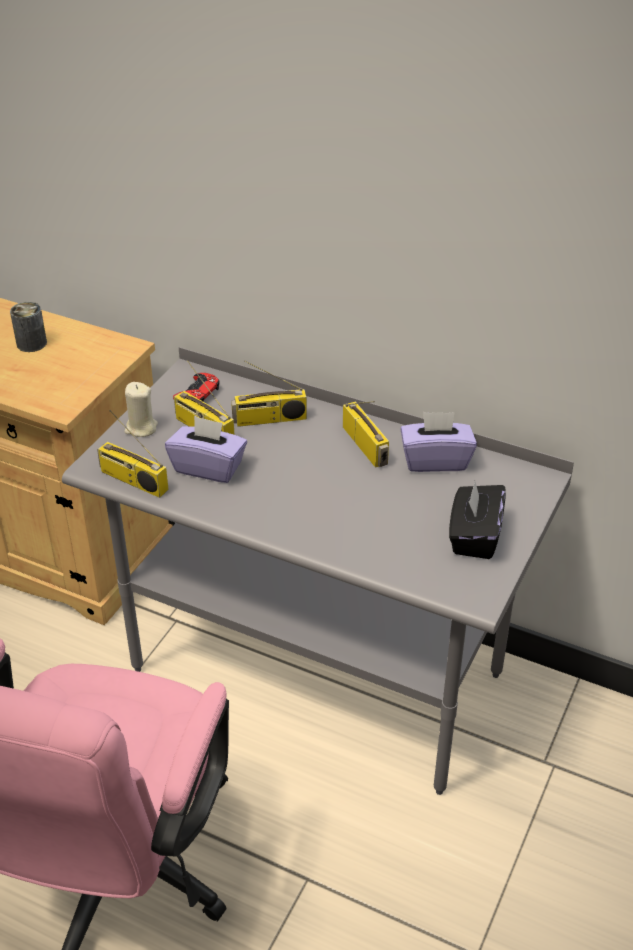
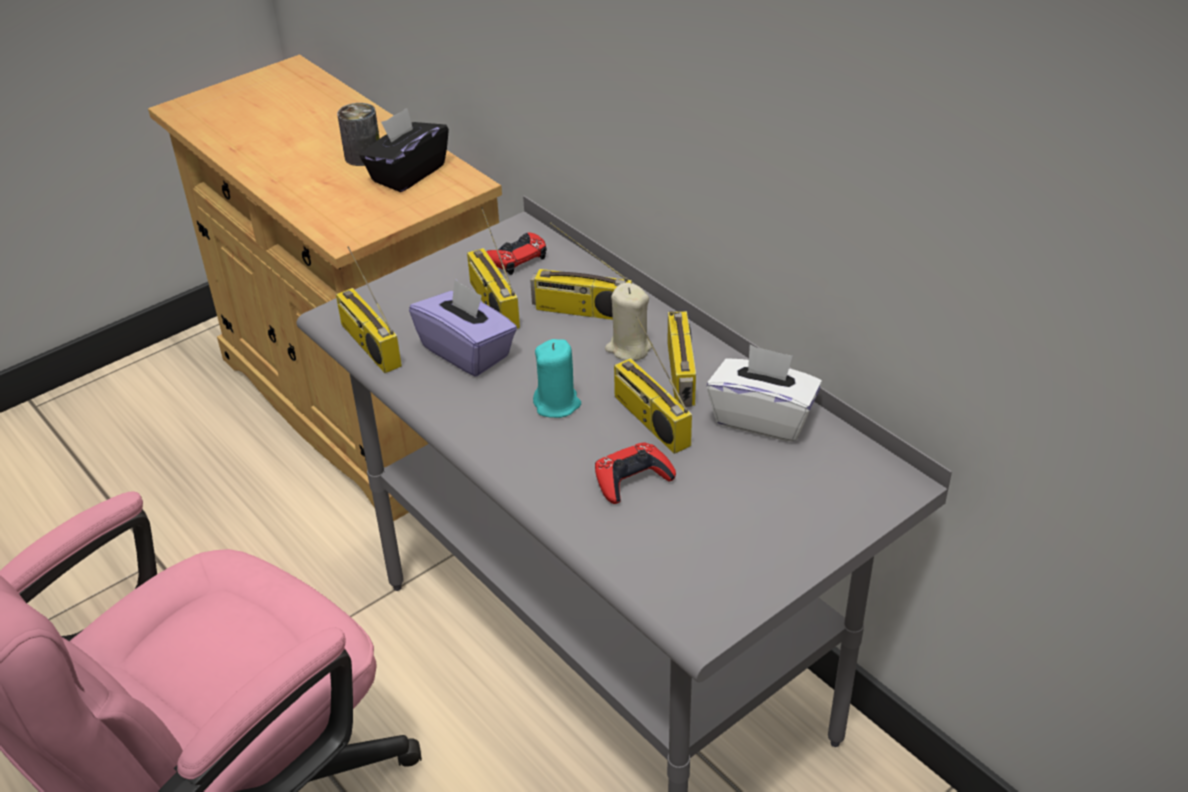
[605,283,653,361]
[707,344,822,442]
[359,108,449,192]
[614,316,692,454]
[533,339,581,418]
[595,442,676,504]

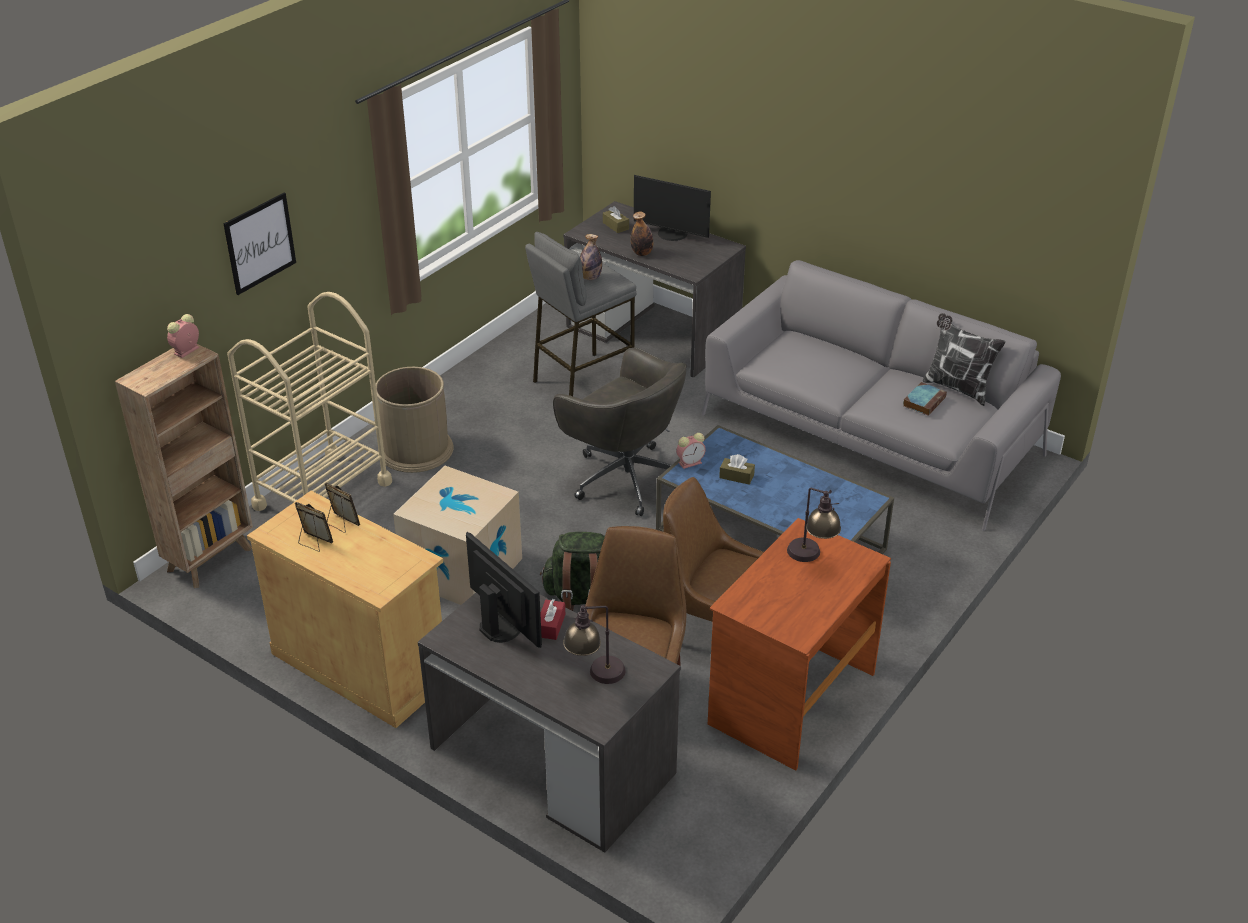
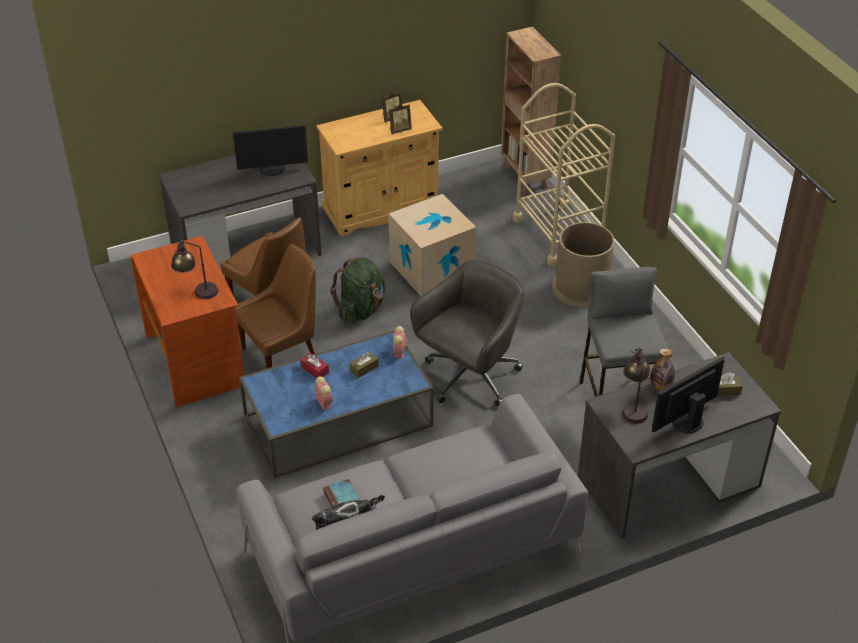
[223,193,296,295] (first image)
[580,234,602,280] (first image)
[315,376,333,410]
[410,260,524,406]
[301,353,329,378]
[622,348,650,424]

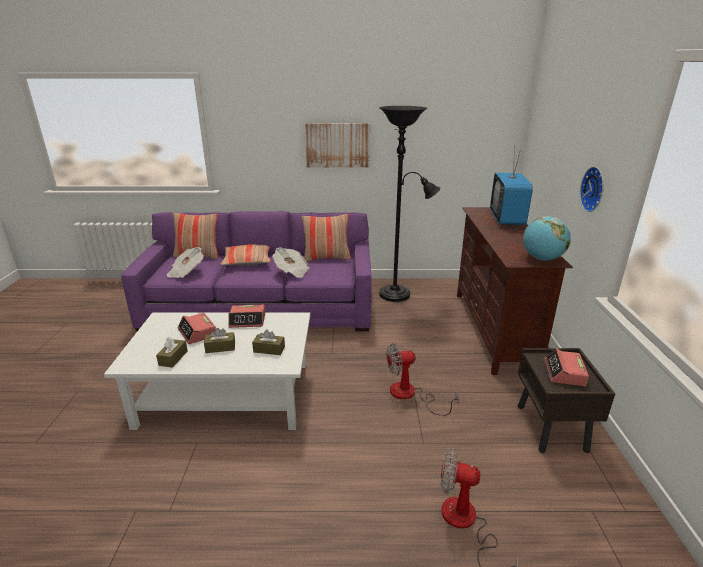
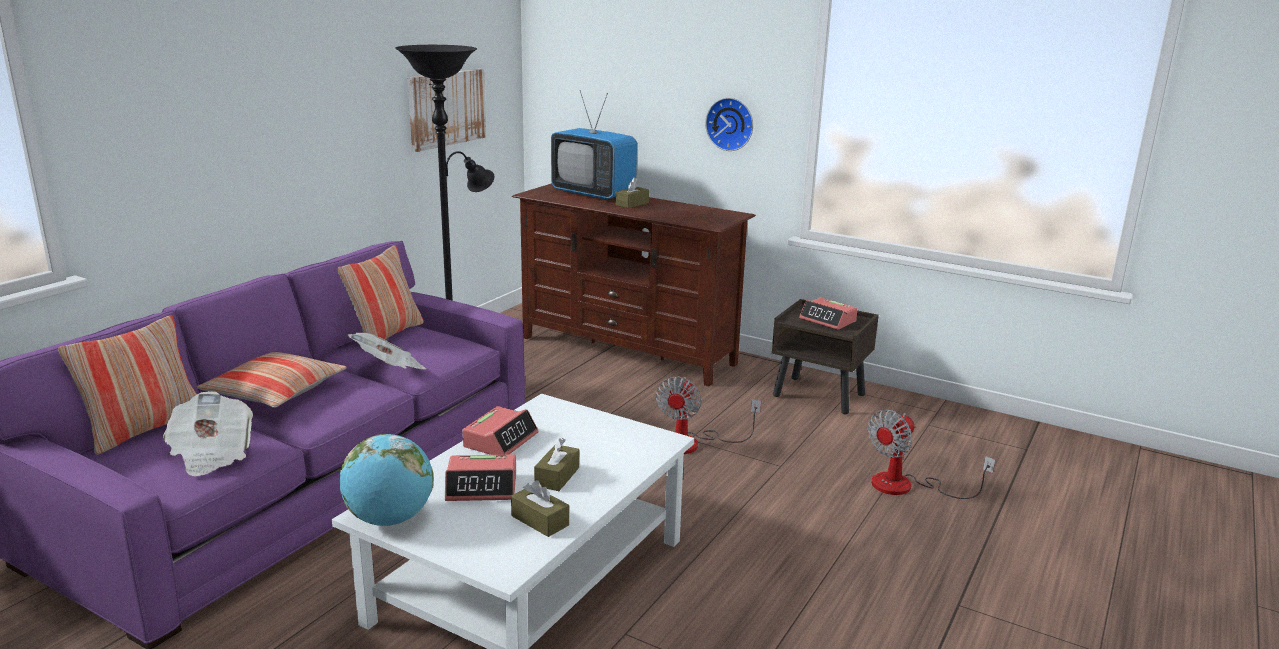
[408,69,486,152]
[339,434,433,526]
[616,177,649,208]

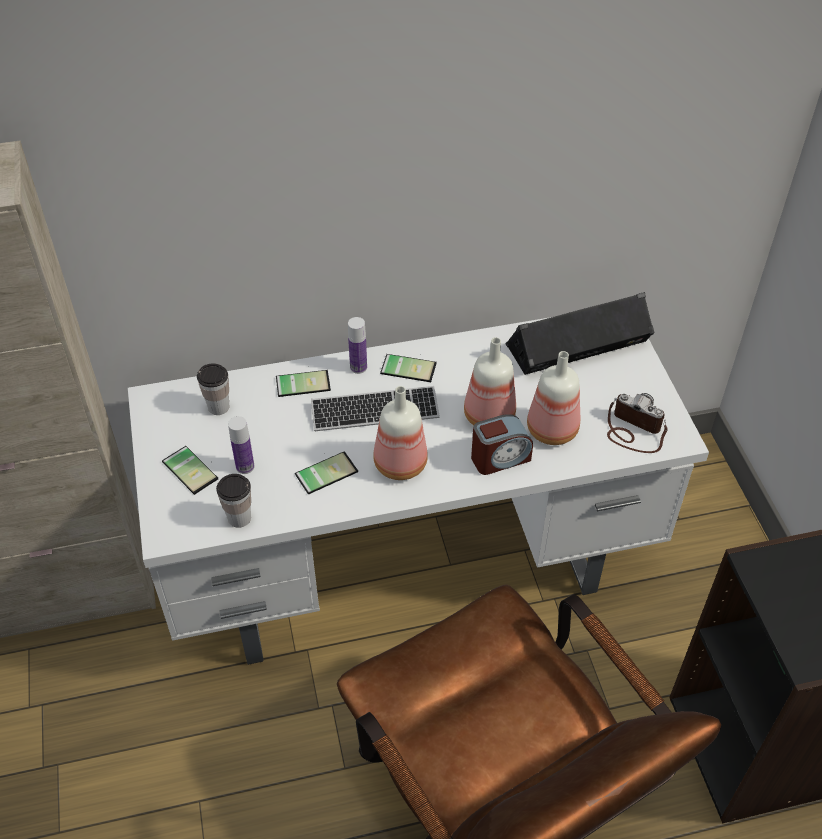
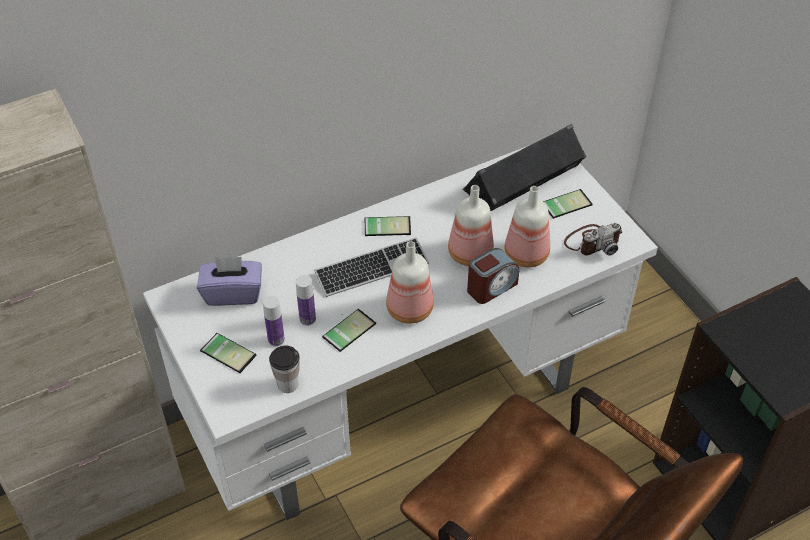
[296,275,316,326]
[197,256,262,306]
[543,189,593,219]
[564,223,622,256]

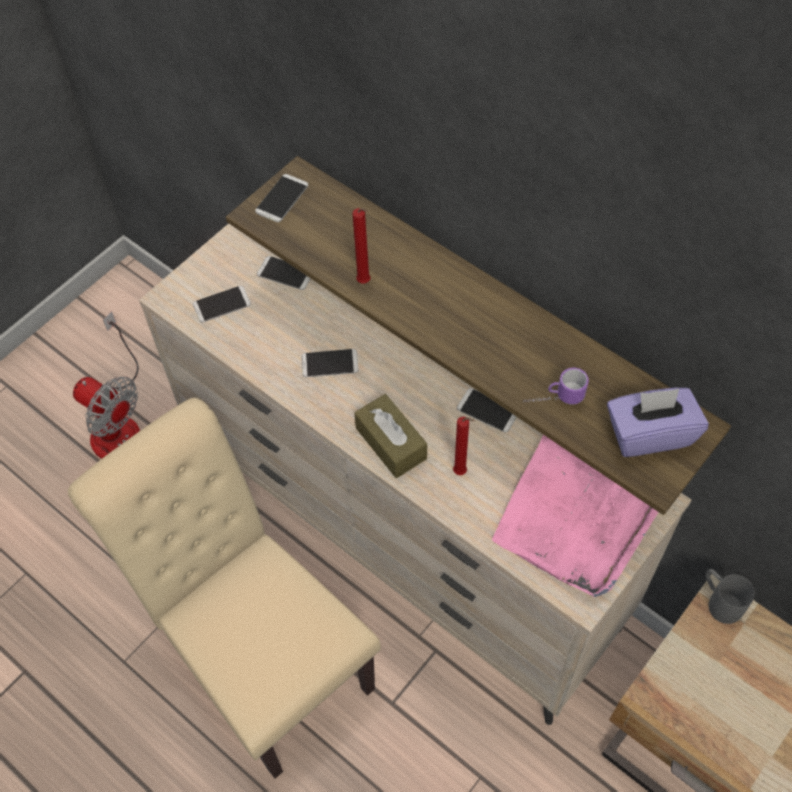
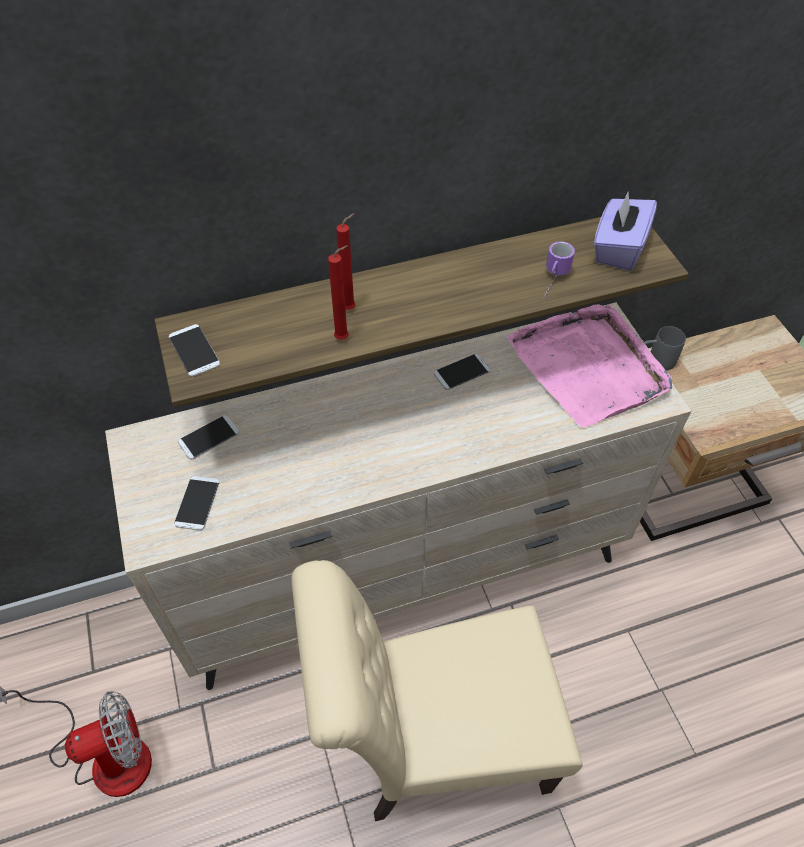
[301,349,359,377] (first image)
[354,394,427,478] (first image)
[336,213,355,310]

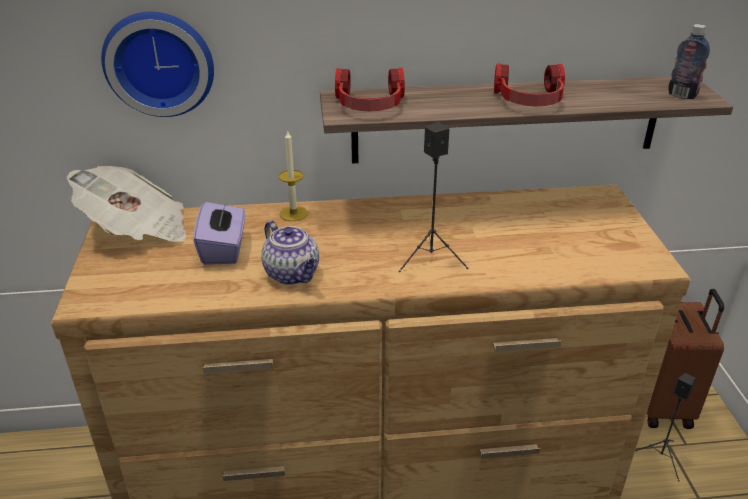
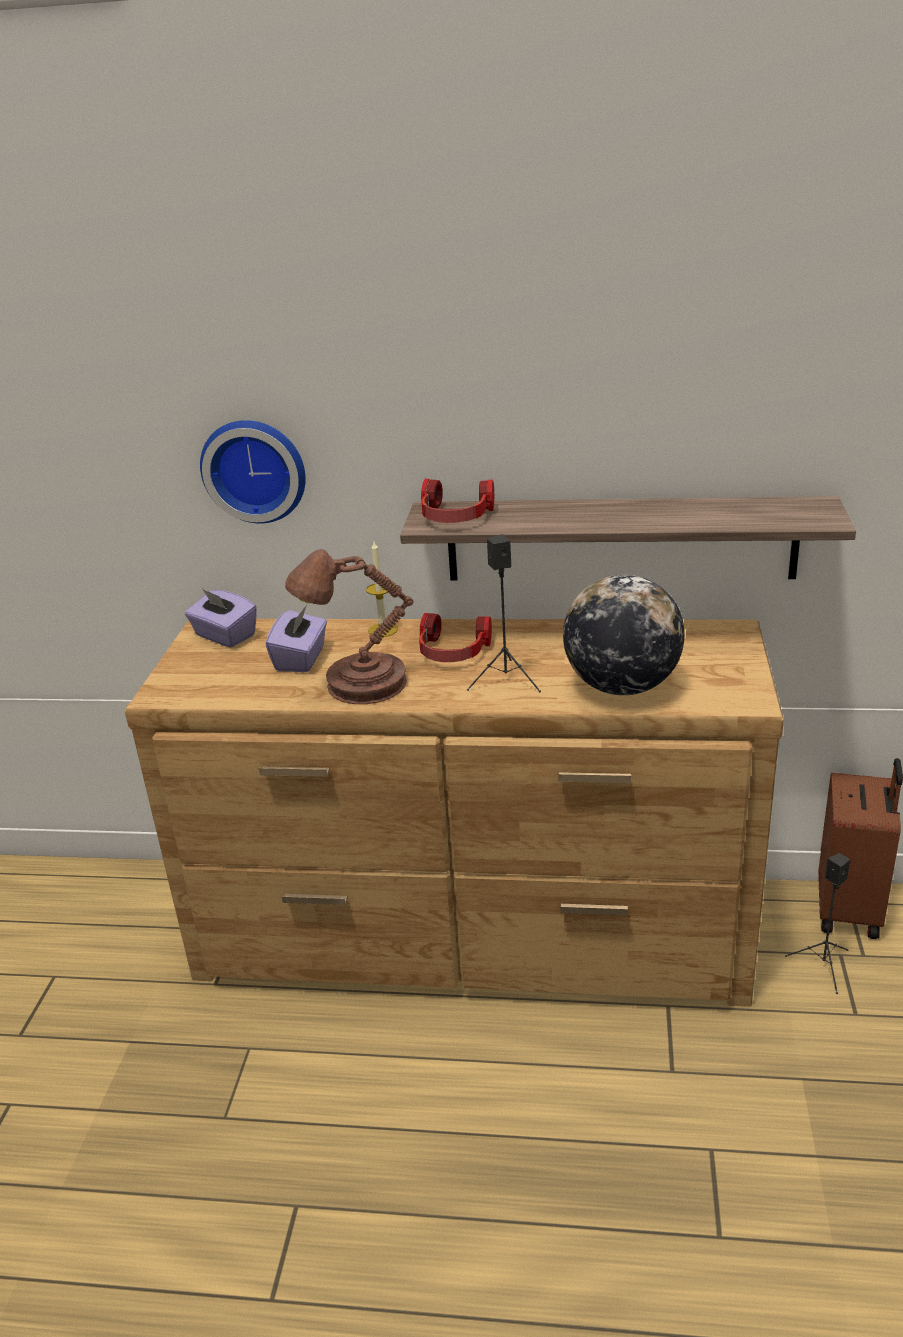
[668,24,710,99] (first image)
[419,613,492,662]
[185,589,257,648]
[285,549,414,704]
[563,574,685,695]

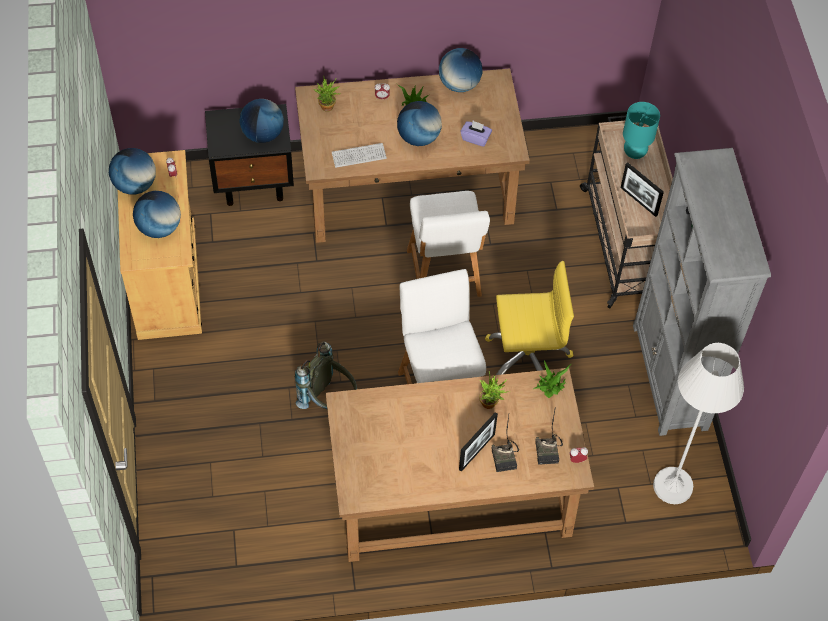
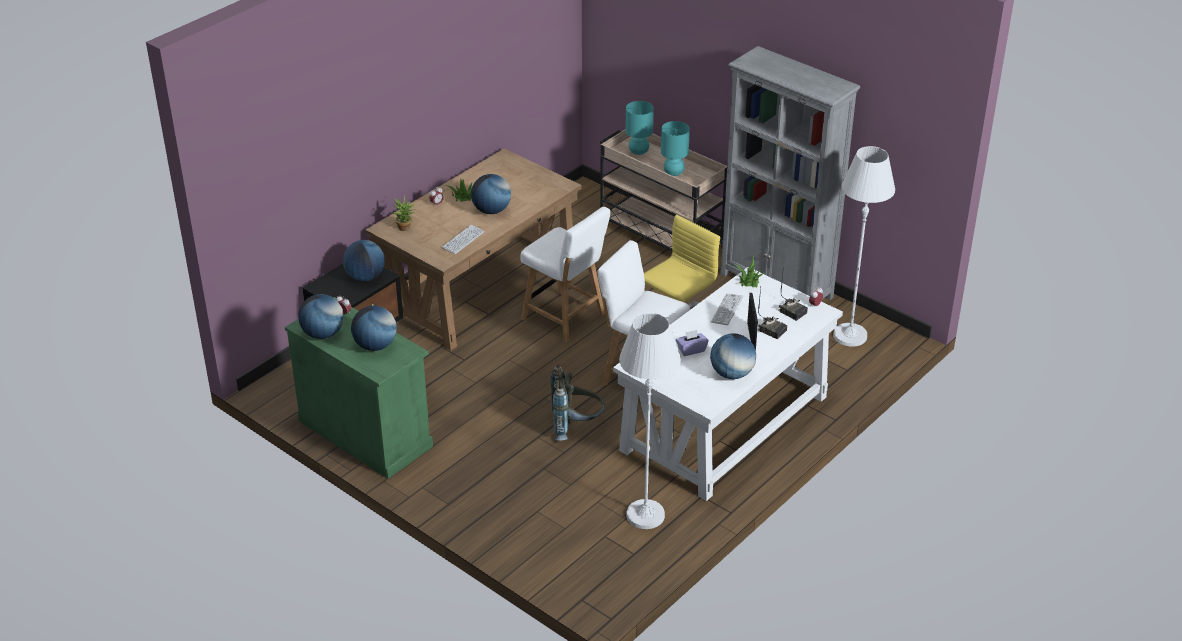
[710,333,756,379]
[676,330,708,356]
[285,297,433,479]
[661,121,690,176]
[613,267,843,501]
[711,294,743,325]
[619,313,681,529]

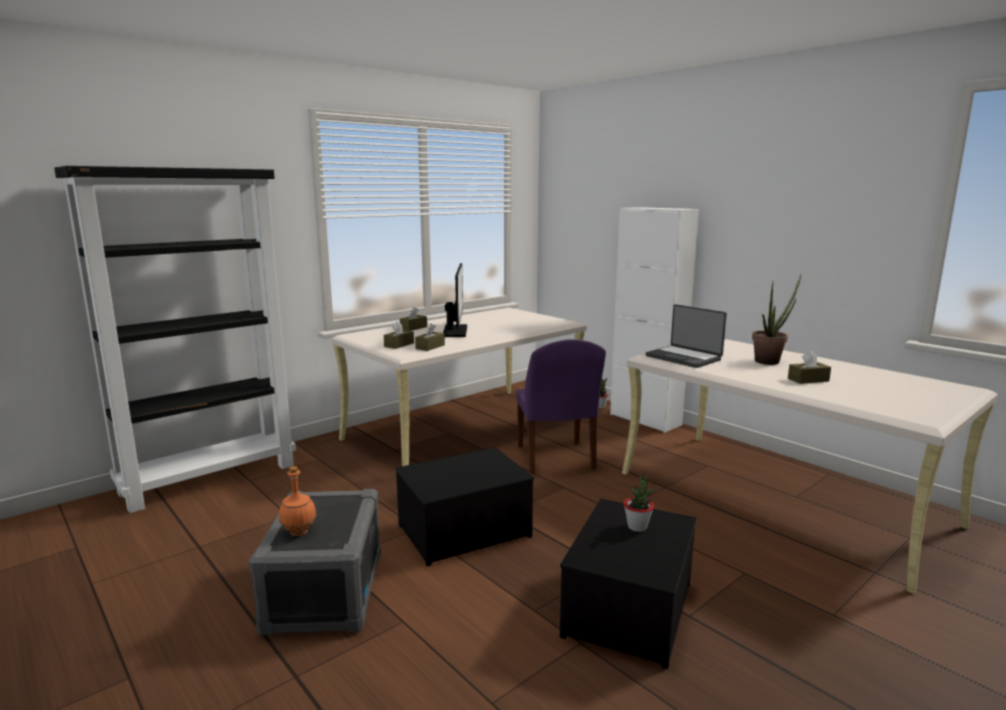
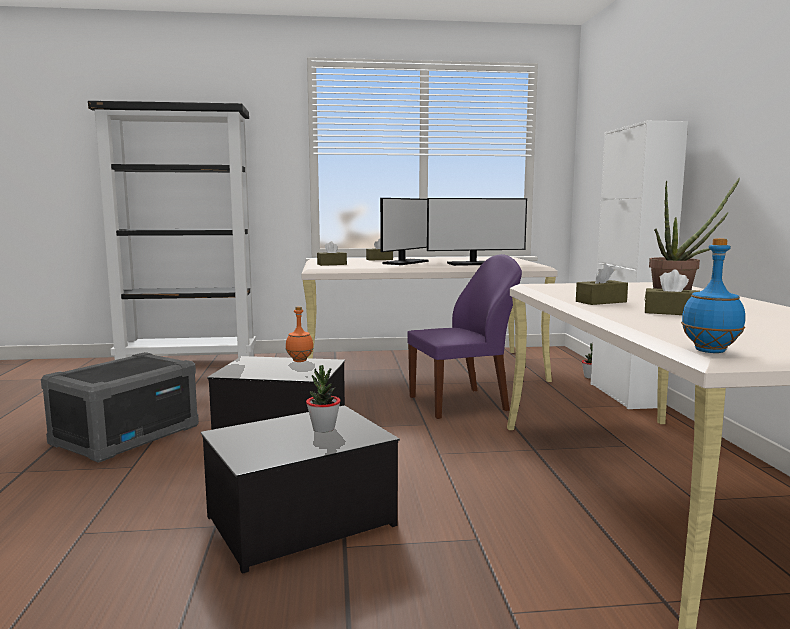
[646,304,727,368] (first image)
[576,264,628,305]
[407,254,522,419]
[286,306,314,362]
[427,198,527,266]
[681,238,745,353]

